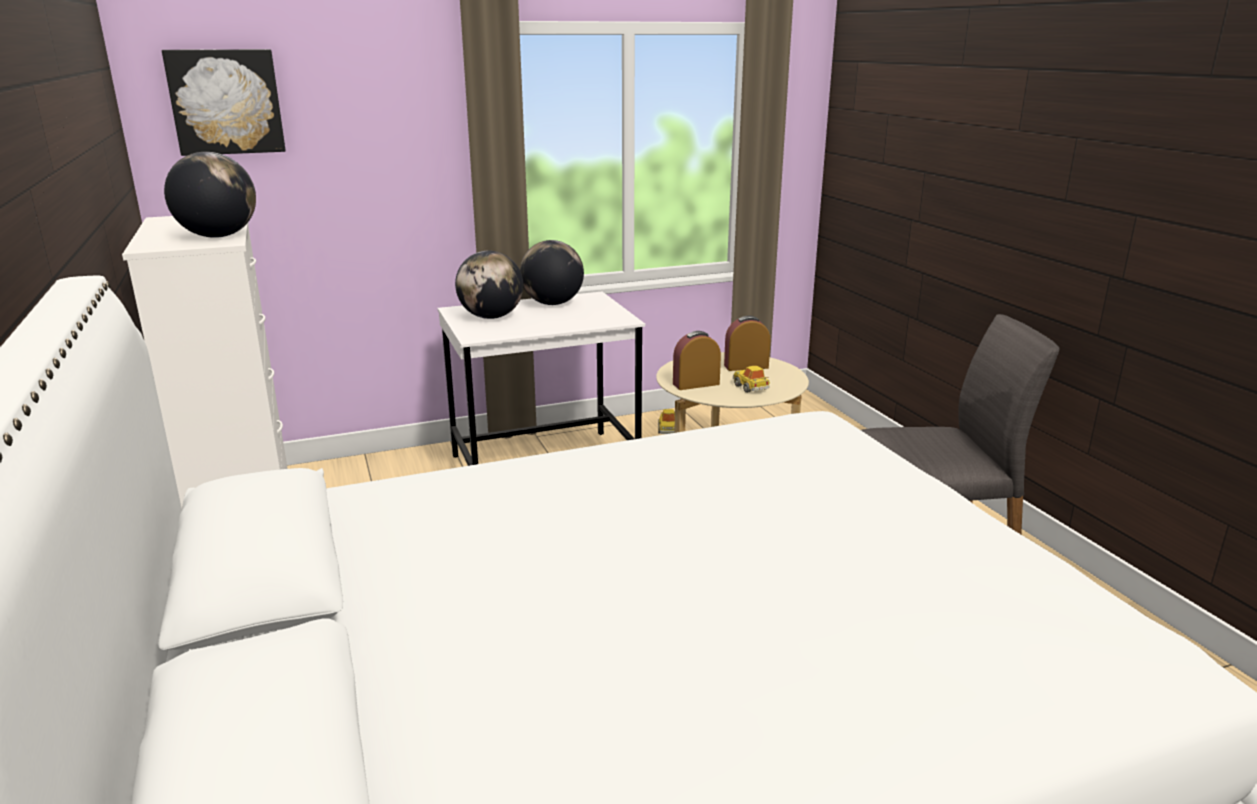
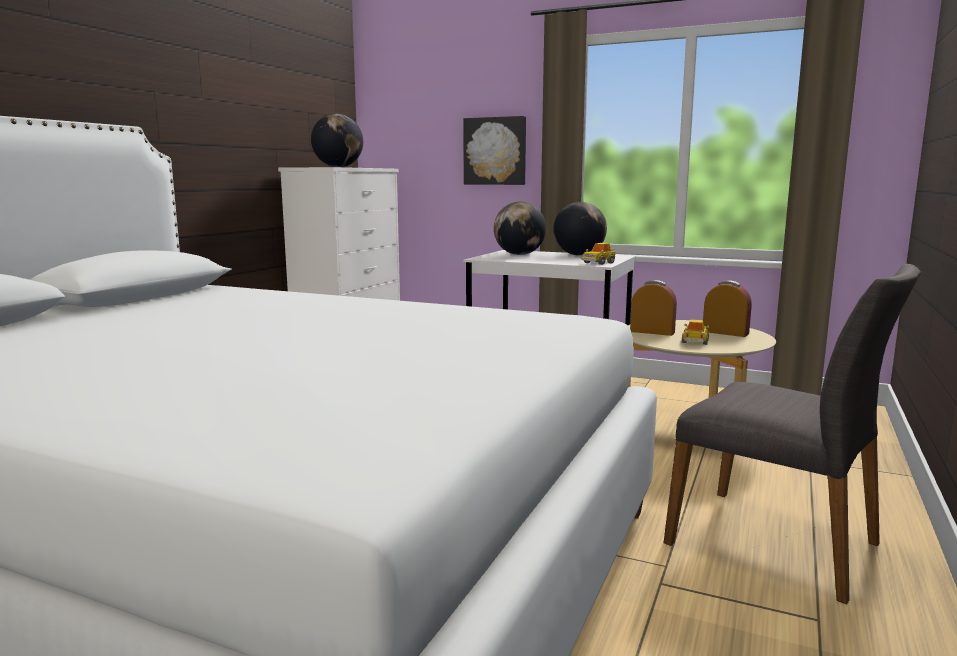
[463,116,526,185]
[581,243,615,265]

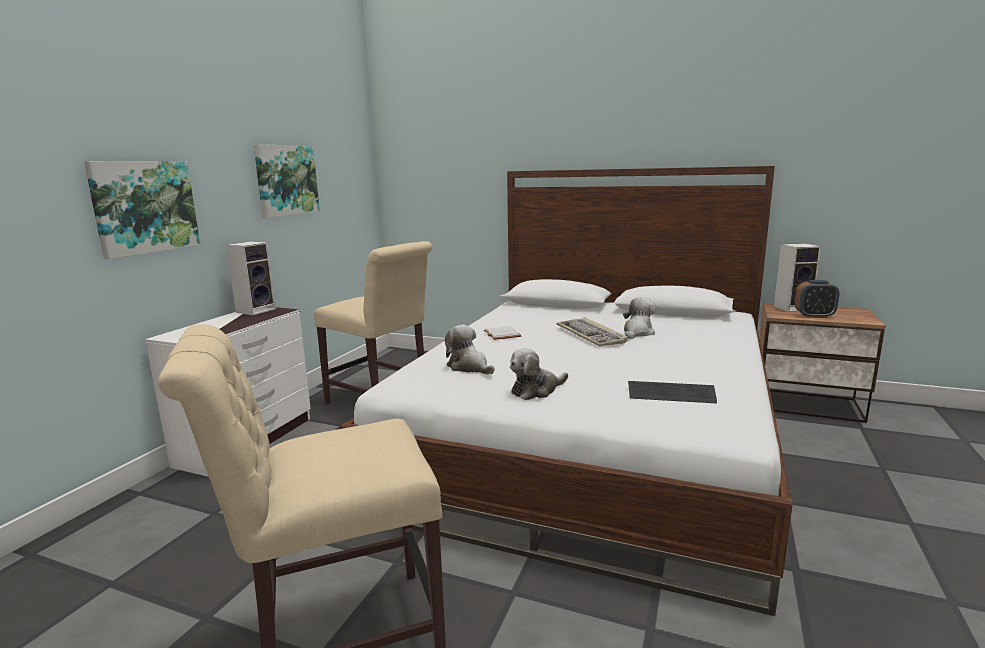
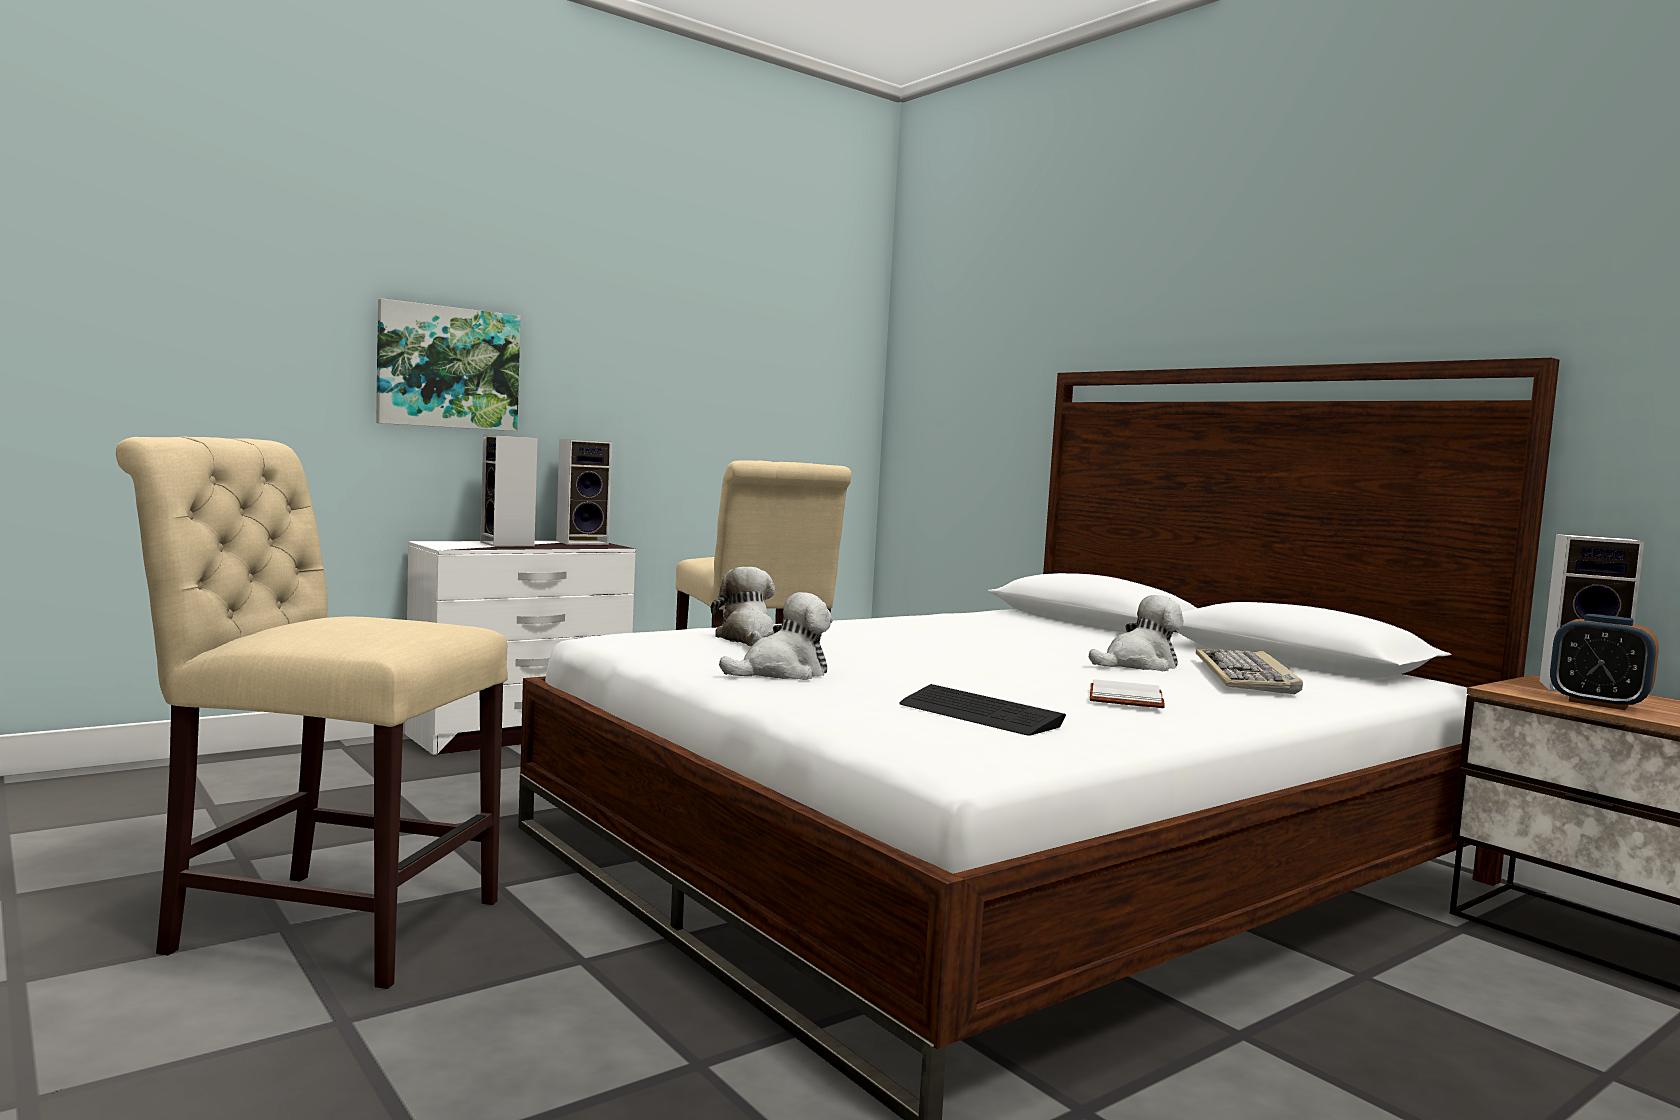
[253,144,320,218] (first image)
[1196,649,1303,694]
[1090,679,1165,708]
[719,592,833,680]
[480,435,538,547]

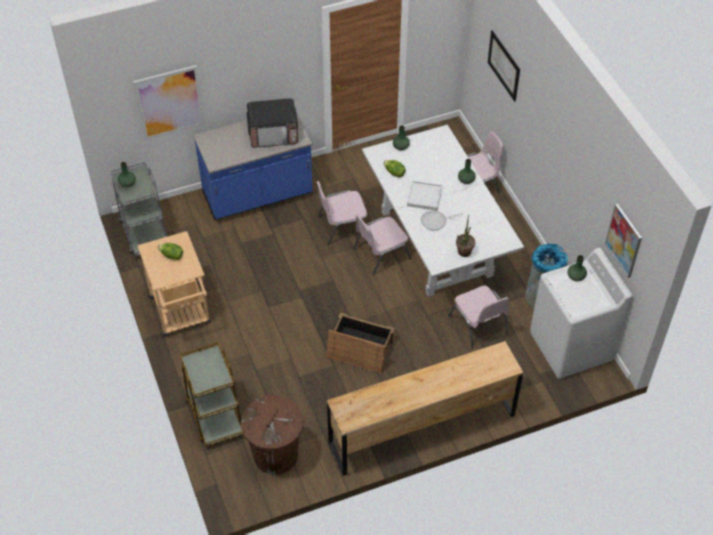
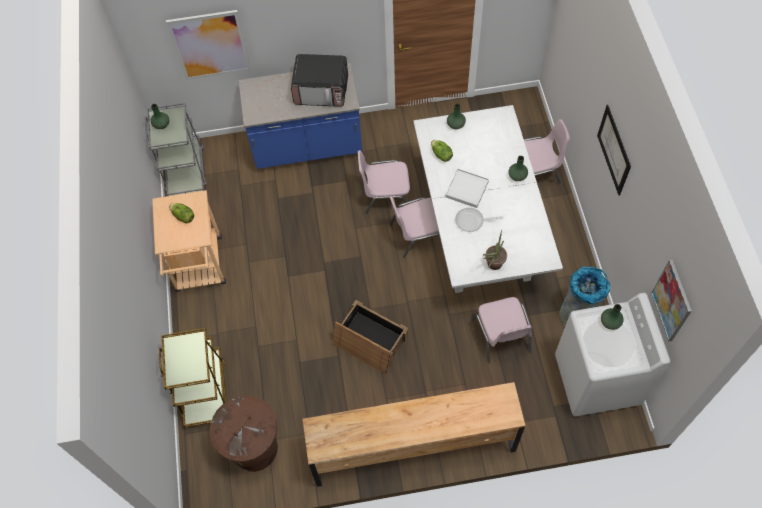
[597,105,631,195]

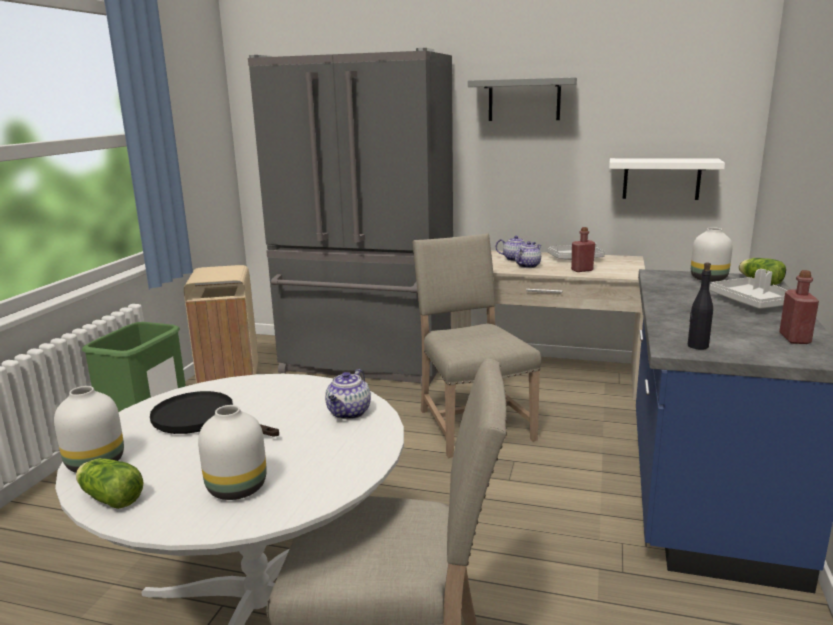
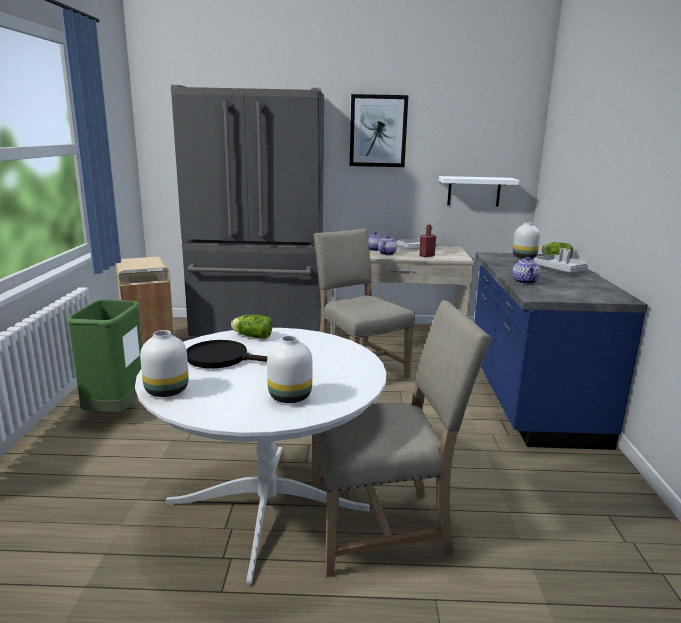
[350,94,408,167]
[688,263,713,350] (first image)
[779,270,819,344] (first image)
[512,257,541,284]
[231,315,272,339]

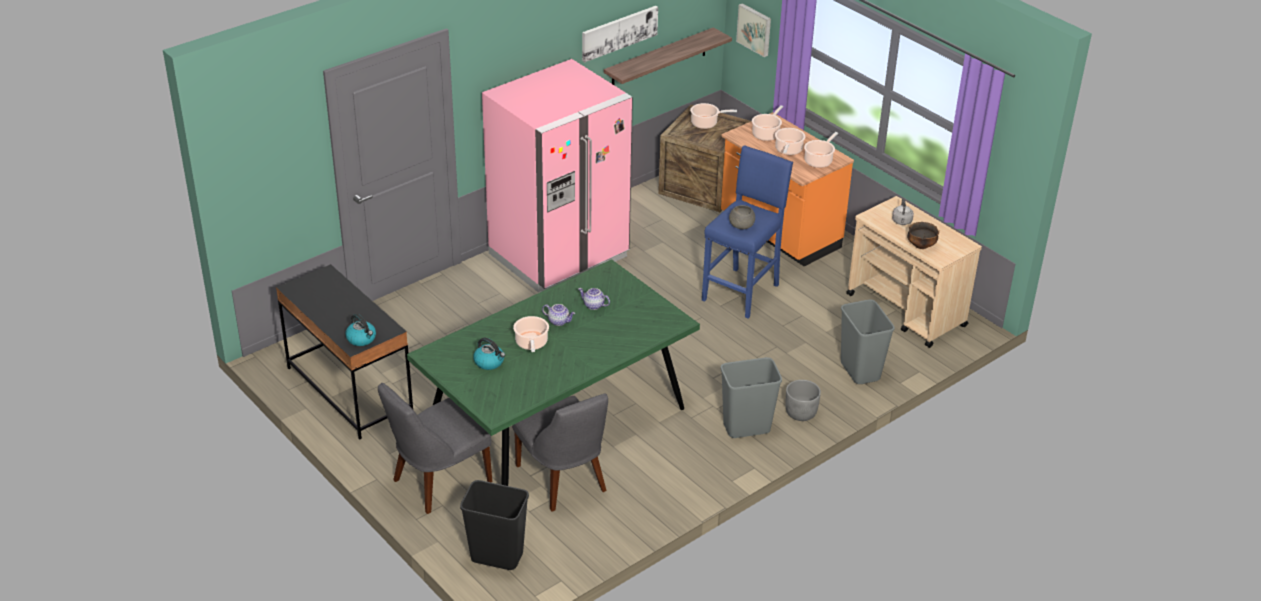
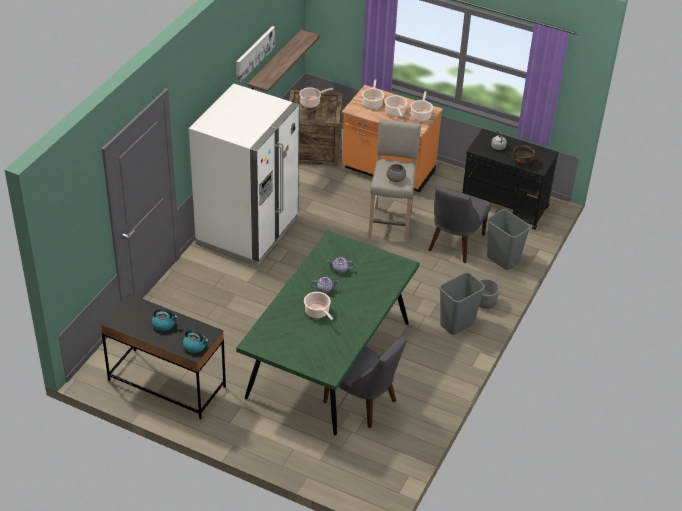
[736,3,771,57] (first image)
[189,83,300,266]
[368,119,421,243]
[462,129,559,230]
[152,308,178,331]
[429,186,491,263]
[460,480,529,570] (first image)

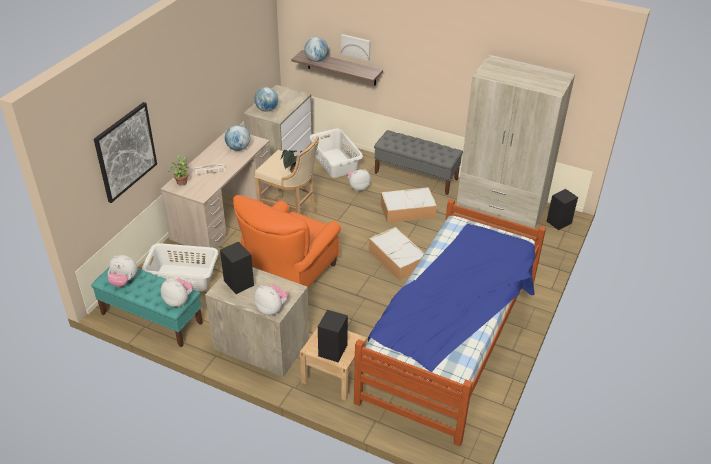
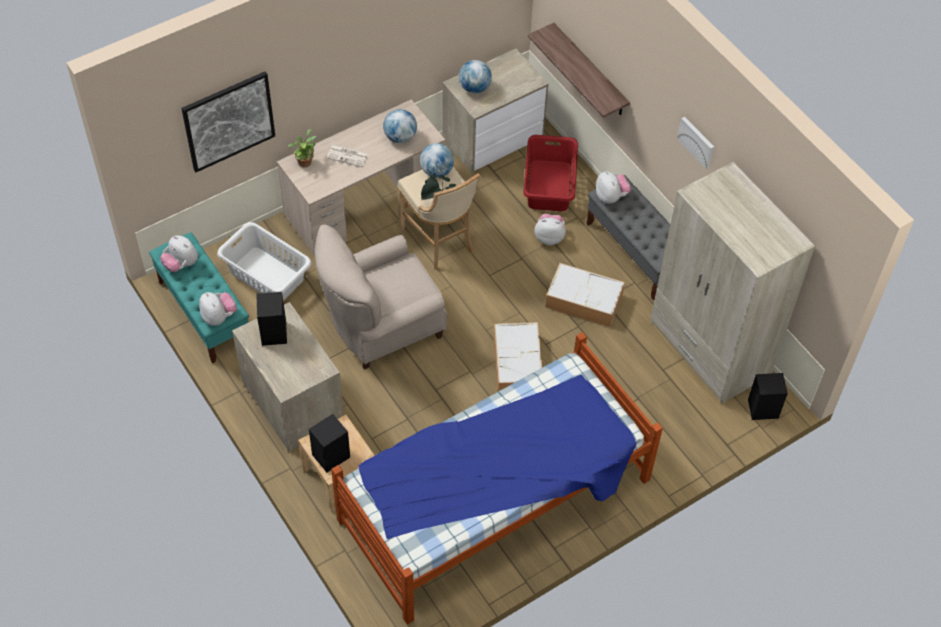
[677,117,714,169]
[420,143,454,178]
[524,135,578,211]
[315,224,447,370]
[596,171,631,204]

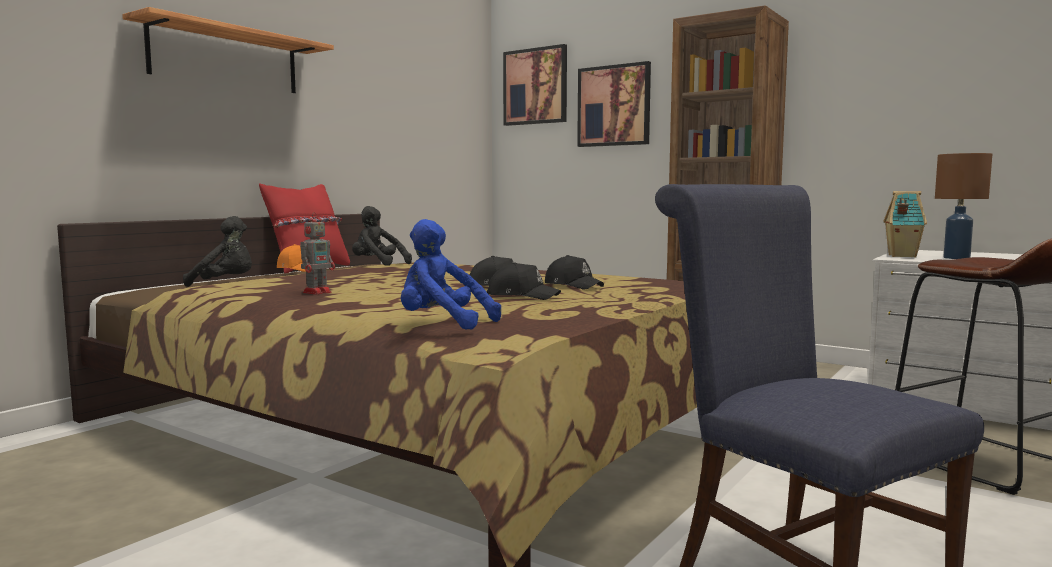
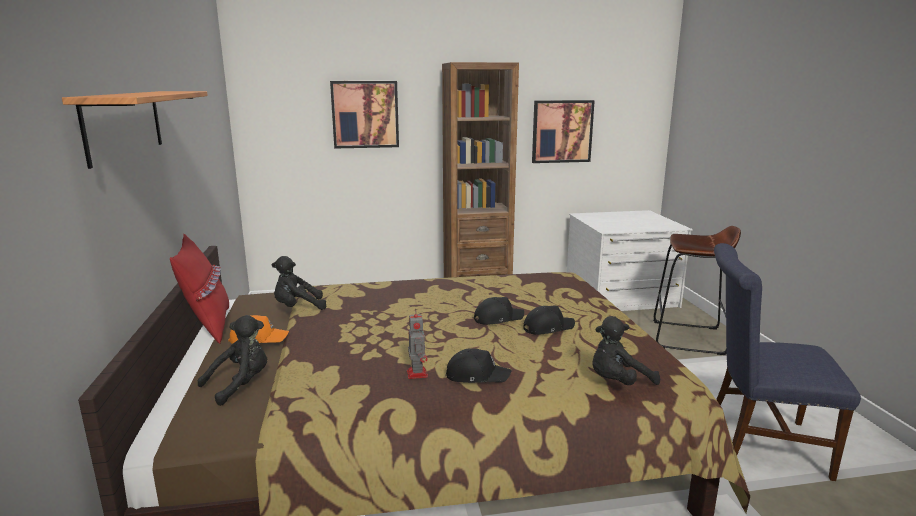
[532,100,595,163]
[935,153,992,259] (first image)
[883,191,927,257] (first image)
[592,316,660,385]
[446,348,512,383]

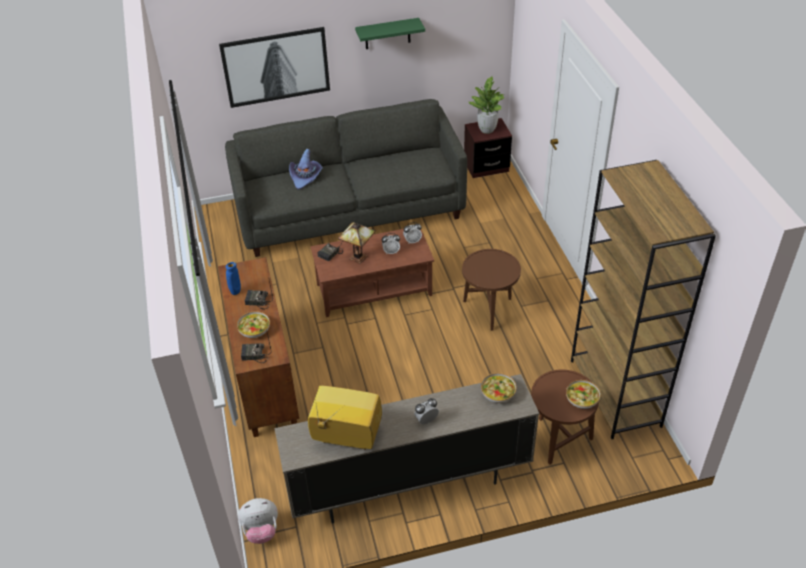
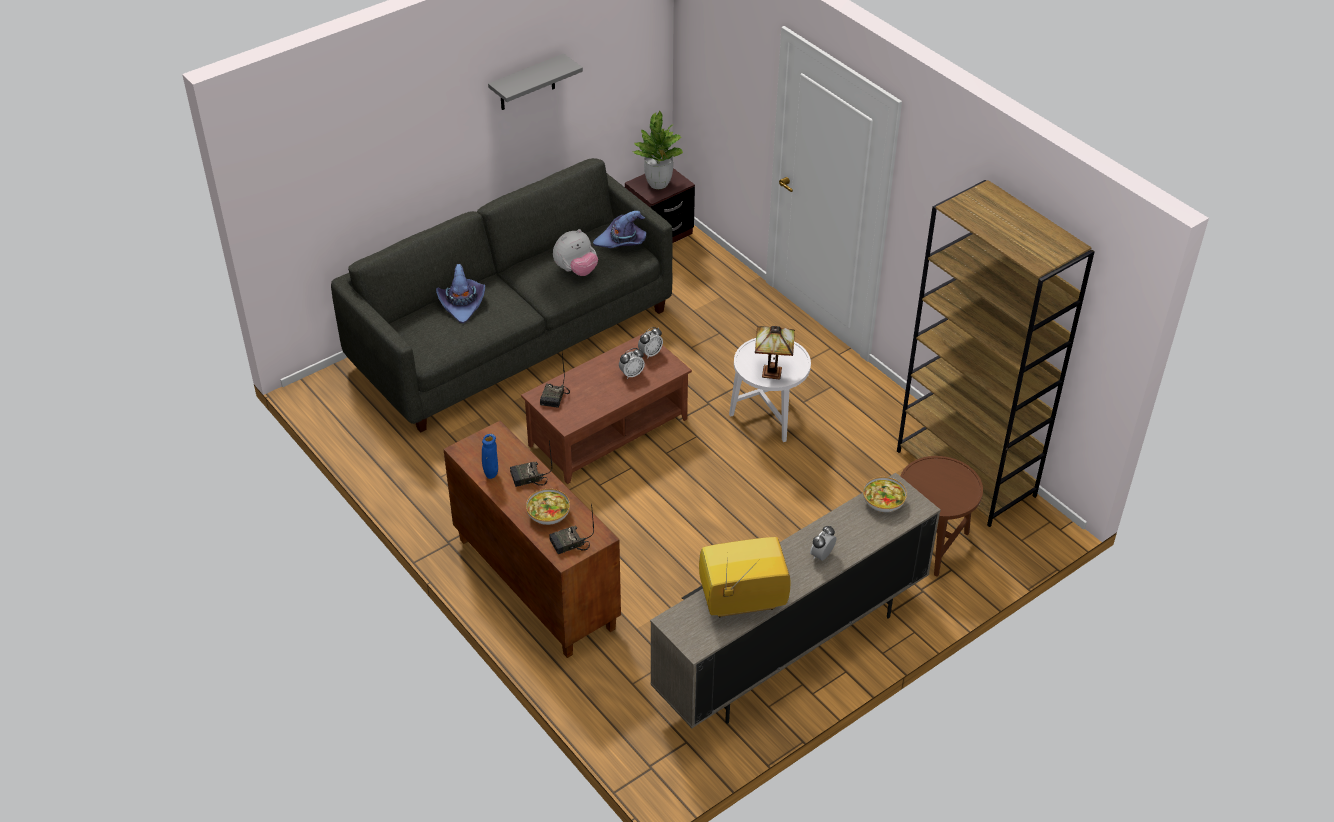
[488,54,583,110]
[219,27,330,108] (first image)
[755,326,795,380]
[729,338,811,442]
[566,380,600,409] (first image)
[553,229,598,276]
[593,211,646,248]

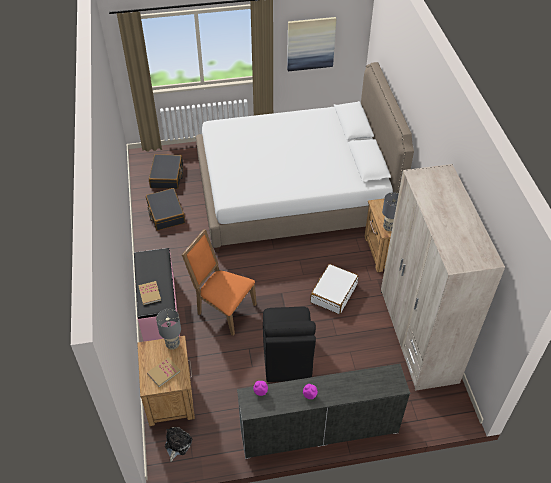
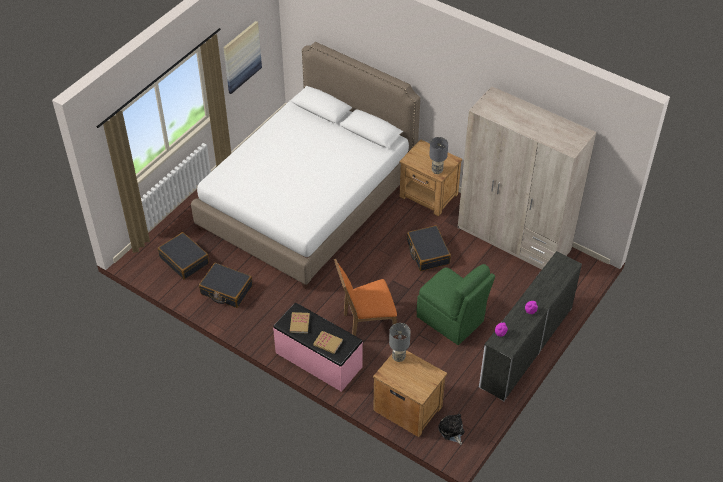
[407,225,451,271]
[417,264,495,345]
[290,312,310,333]

